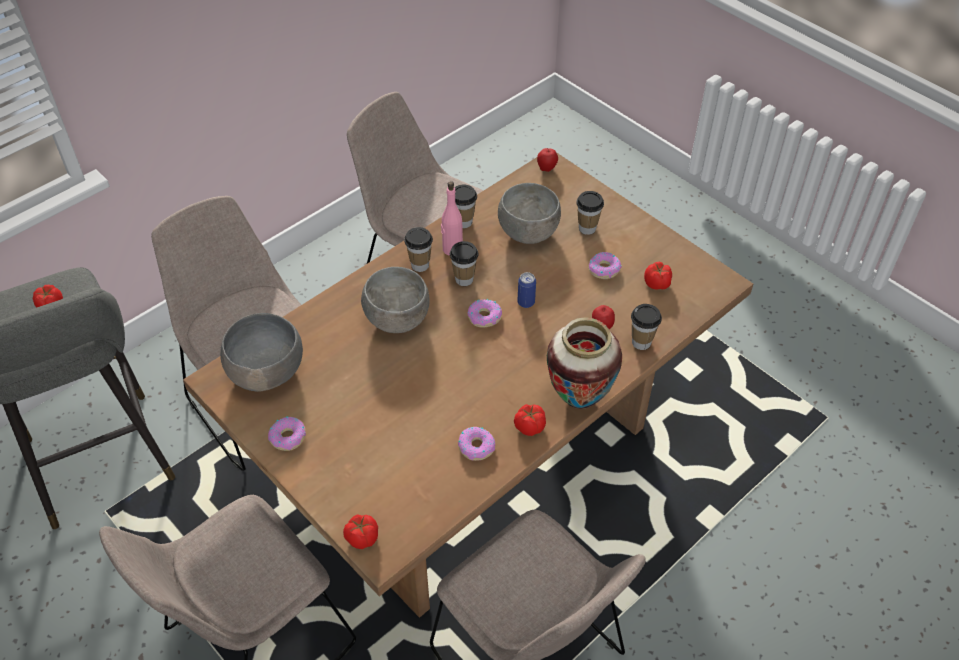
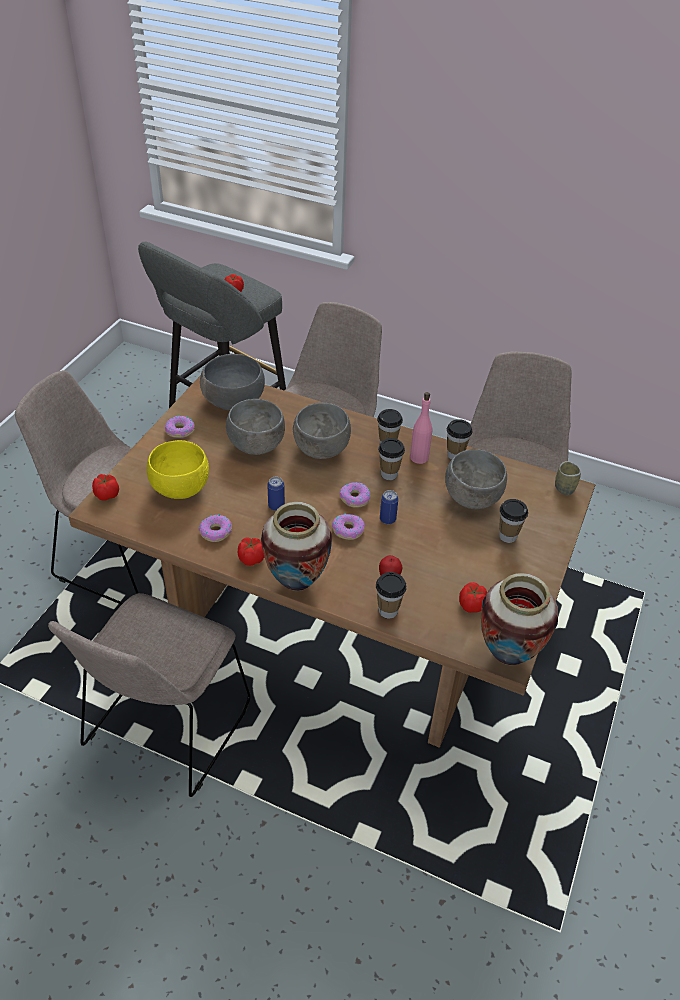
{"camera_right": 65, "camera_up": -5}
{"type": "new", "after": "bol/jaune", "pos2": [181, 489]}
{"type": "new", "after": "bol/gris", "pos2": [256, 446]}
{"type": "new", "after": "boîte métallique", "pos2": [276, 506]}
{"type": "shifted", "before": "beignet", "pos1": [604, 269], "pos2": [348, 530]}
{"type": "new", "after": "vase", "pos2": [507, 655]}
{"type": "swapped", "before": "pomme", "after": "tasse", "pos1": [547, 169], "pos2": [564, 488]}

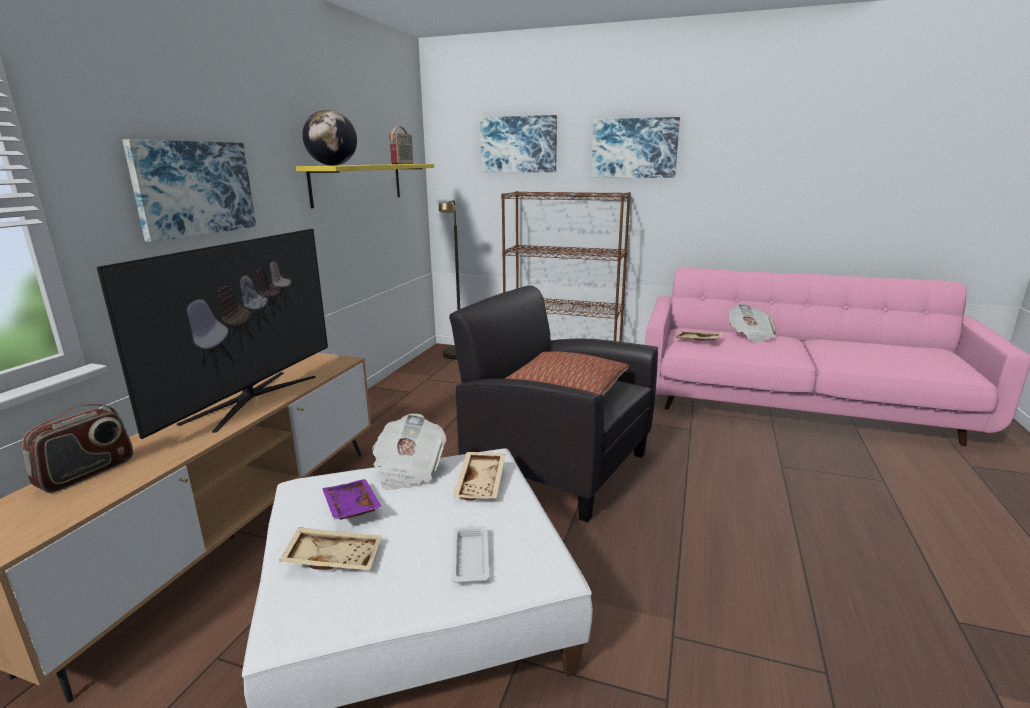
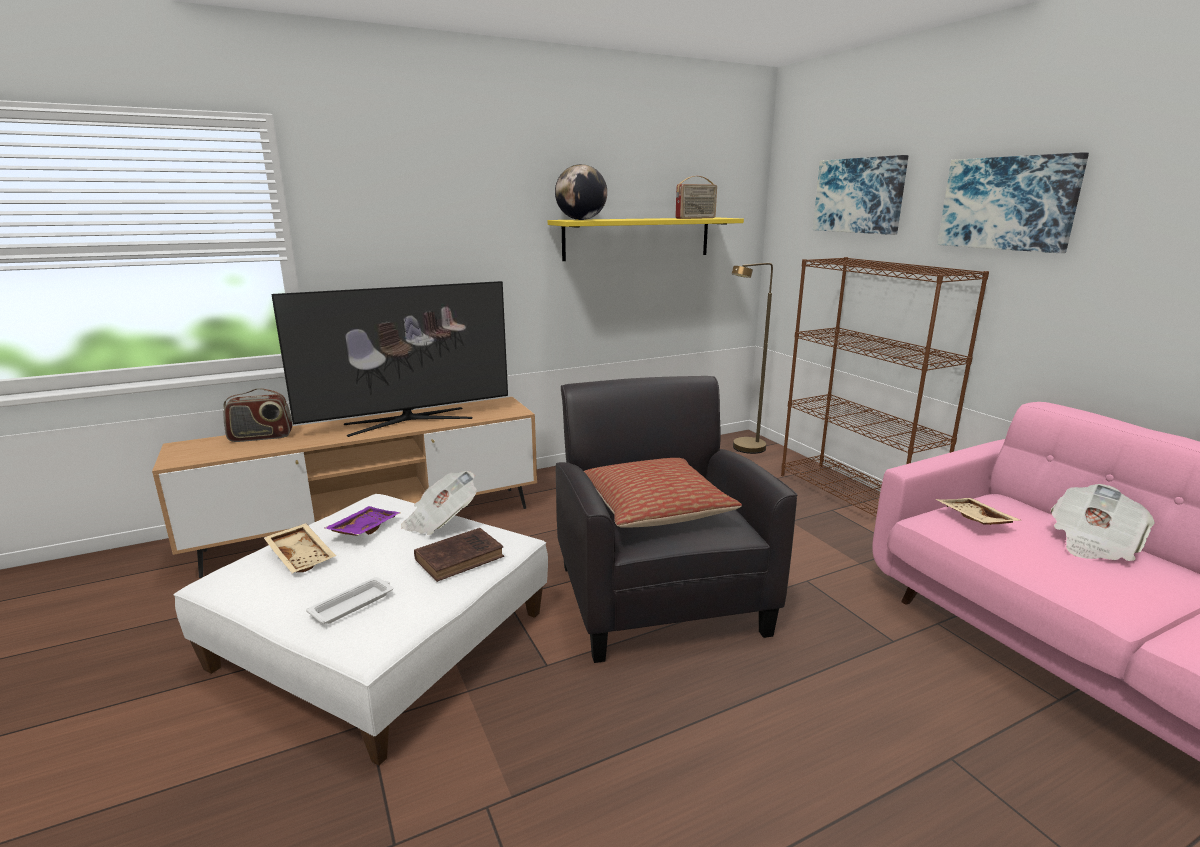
{"camera_right": 45, "camera_up": 0}
{"type": "swapped", "before": "plateau/beige", "after": "livre/marron", "pos1": [482, 483], "pos2": [461, 557]}
{"type": "gone", "before": "tableau", "pos1": [194, 188]}

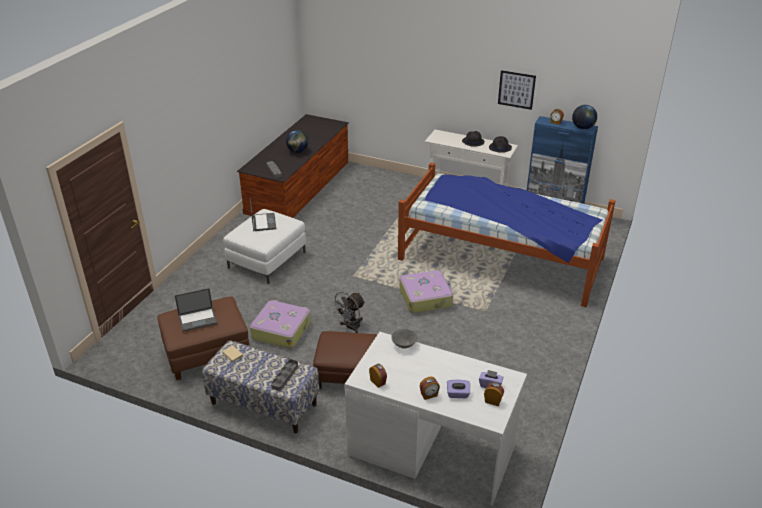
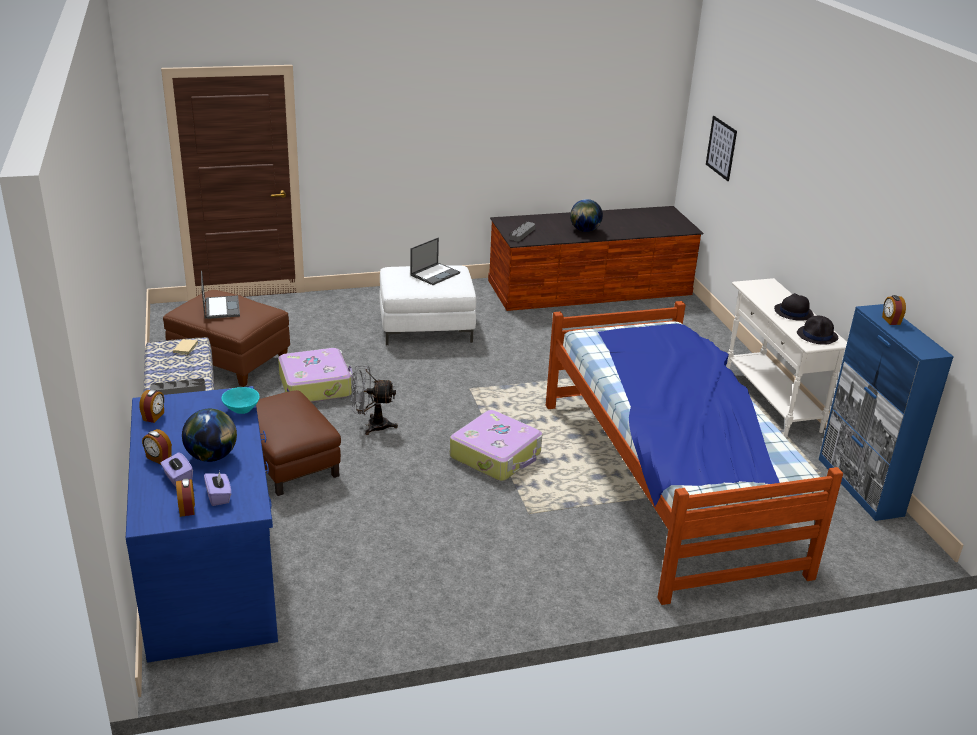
{"camera_right": 50, "camera_up": -5}
{"type": "repainted", "before": "bureau/blanc", "after": "bureau/bleu", "pos1": [431, 449], "pos2": [211, 571]}
{"type": "shifted", "before": "globe", "pos1": [582, 128], "pos2": [212, 456]}
{"type": "rotated", "before": "ordinateur portable", "pos1": [198, 319], "pos2": [221, 307], "turn": -135}
{"type": "repainted", "before": "bol/gris", "after": "bol/turquoise", "pos1": [404, 345], "pos2": [242, 410]}
{"type": "shifted", "before": "tableau", "pos1": [516, 89], "pos2": [721, 148]}

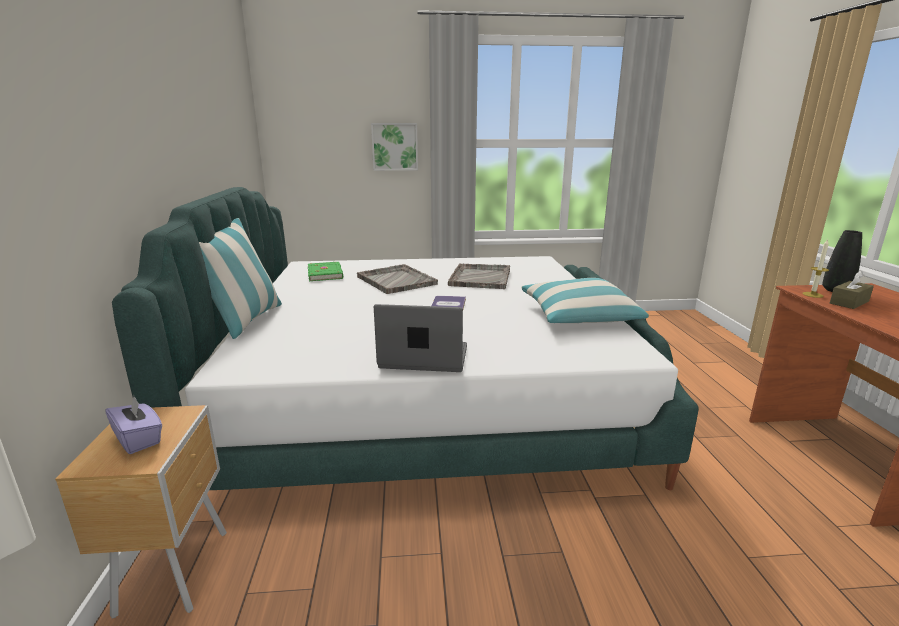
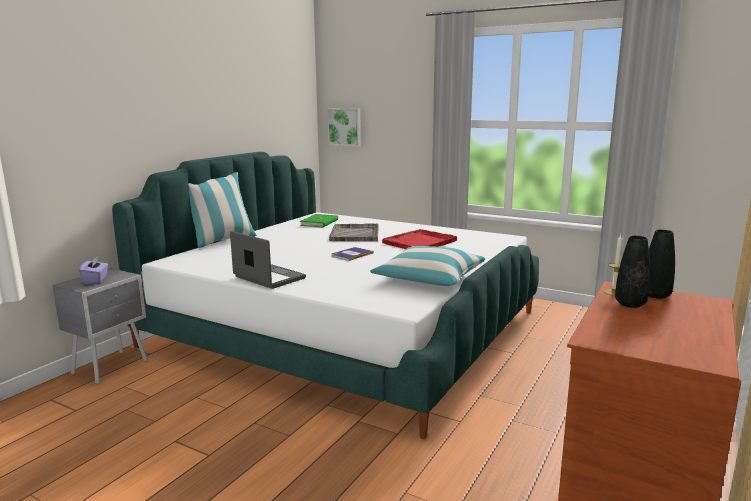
{"camera_right": 35, "camera_up": -5}
{"type": "repainted", "before": "table de chevet/marron", "after": "table de chevet/gris", "pos1": [177, 570], "pos2": [112, 367]}
{"type": "shifted", "before": "tableau", "pos1": [395, 146], "pos2": [345, 127]}
{"type": "repainted", "before": "plateau/gris", "after": "plateau/rouge", "pos1": [480, 277], "pos2": [420, 242]}
{"type": "swapped", "before": "boîte à mouchoirs/marron", "after": "vase/noir", "pos1": [849, 302], "pos2": [630, 304]}

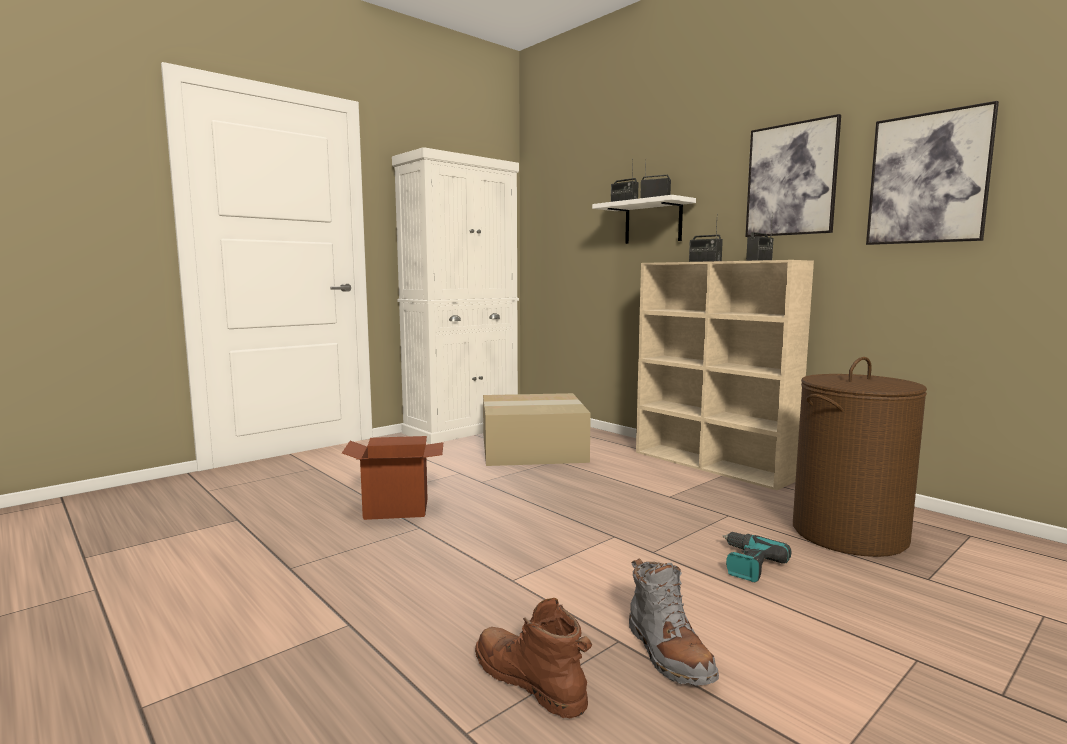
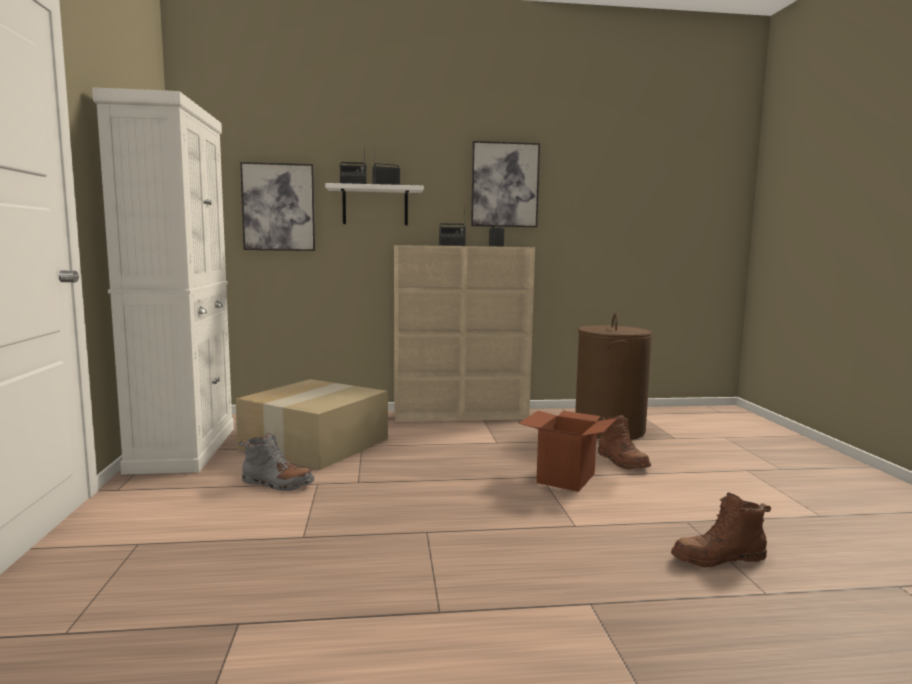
{"camera_right": -55, "camera_up": 0}
{"type": "shifted", "before": "botte/gris", "pos1": [668, 653], "pos2": [277, 484]}
{"type": "shifted", "before": "tableau", "pos1": [928, 178], "pos2": [278, 207]}
{"type": "shifted", "before": "carton", "pos1": [397, 509], "pos2": [566, 478]}
{"type": "swapped", "before": "perceuse", "after": "botte/marron", "pos1": [747, 564], "pos2": [622, 462]}

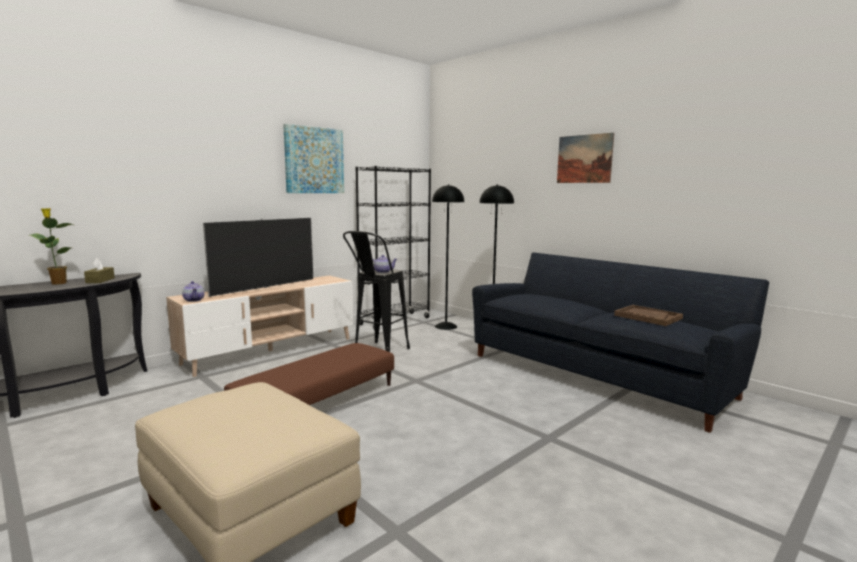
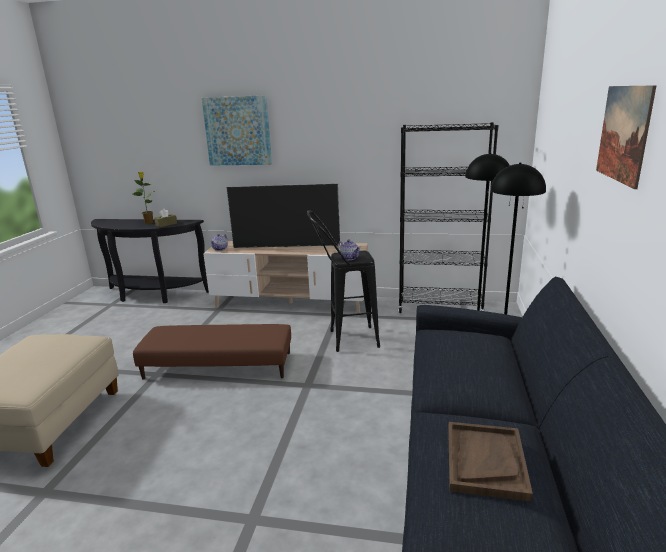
{"camera_right": 55, "camera_up": 10}
{"type": "shifted", "before": "tableau", "pos1": [314, 160], "pos2": [238, 131]}

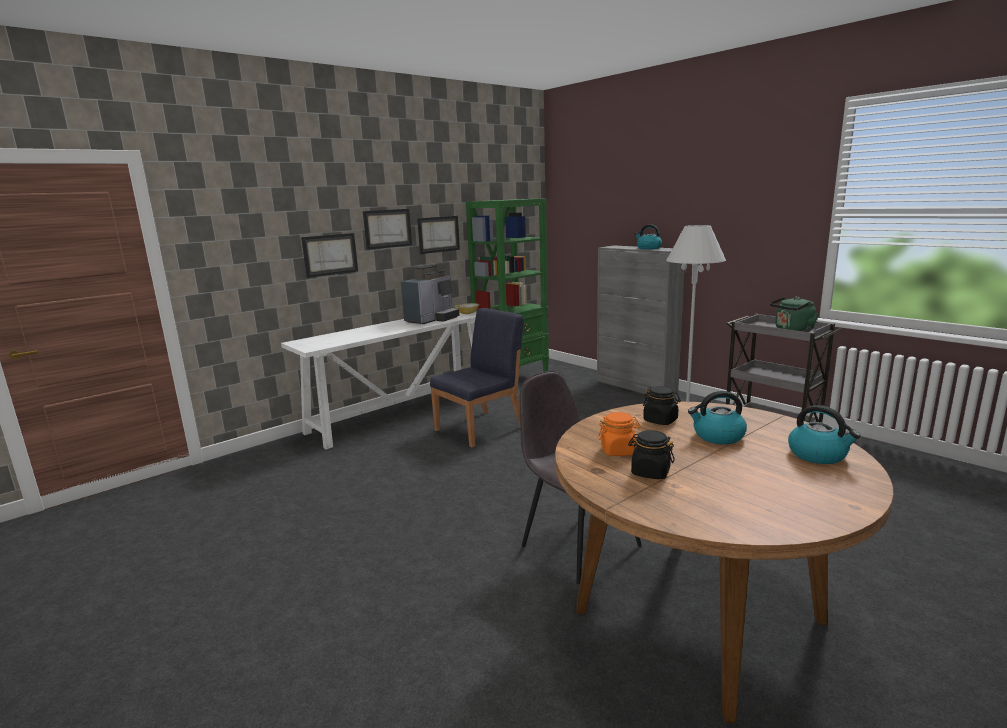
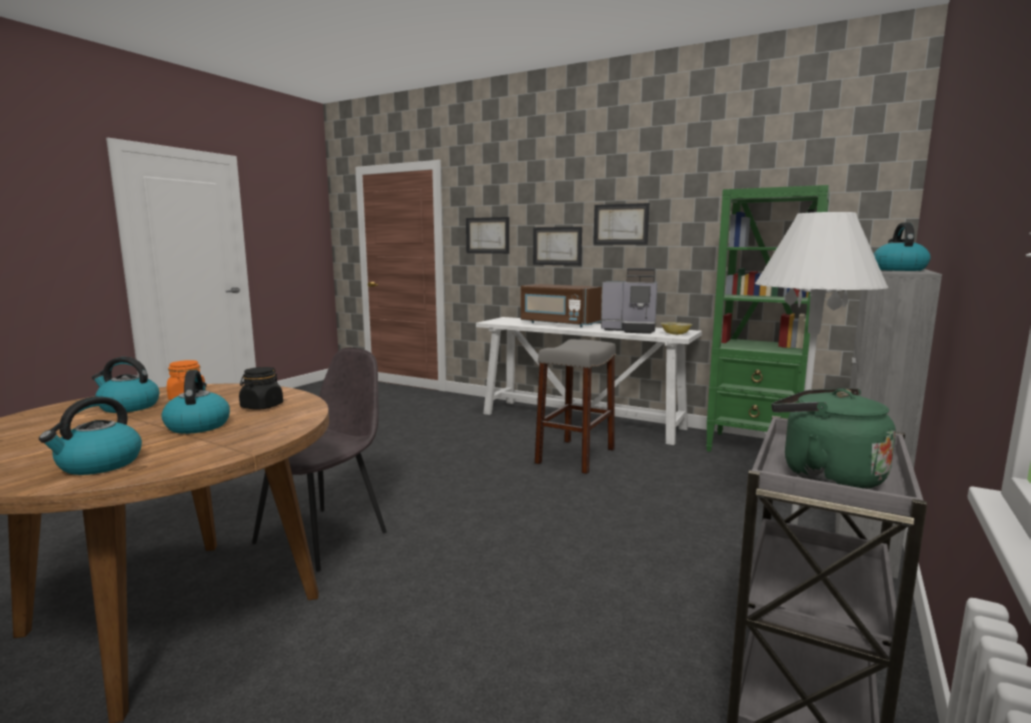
{"camera_right": 70, "camera_up": -5}
{"type": "swapped", "before": "bocal/noir", "after": "bouilloire", "pos1": [650, 472], "pos2": [128, 407]}
{"type": "shifted", "before": "tableau", "pos1": [438, 234], "pos2": [487, 235]}
{"type": "new", "after": "micro-ondes/marron", "pos2": [558, 324]}
{"type": "swapped", "before": "chaise/bleu", "after": "tabouret/gris", "pos1": [481, 428], "pos2": [575, 456]}

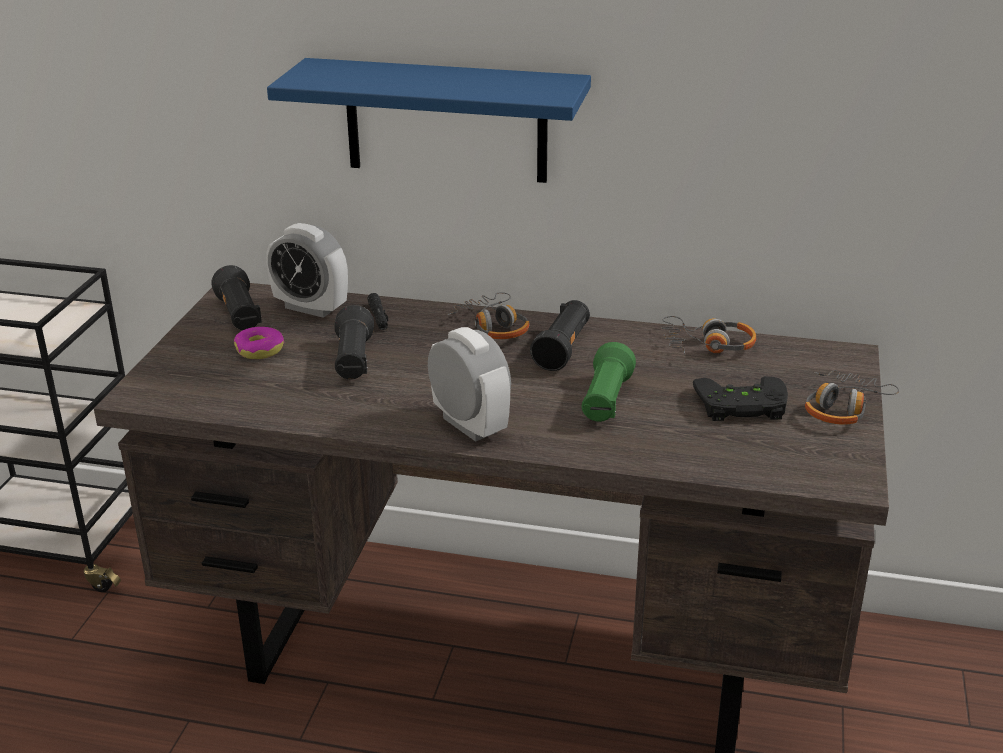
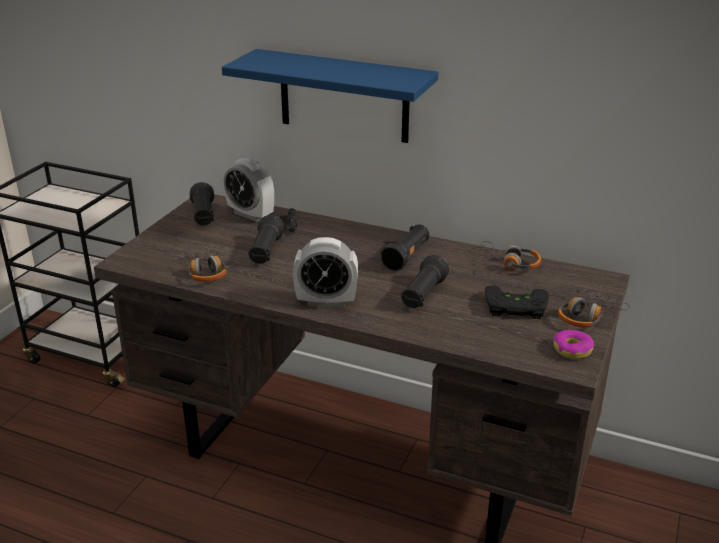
{"camera_right": 10, "camera_up": 0}
{"type": "shifted", "before": "casque audio", "pos1": [494, 326], "pos2": [206, 270]}
{"type": "rotated", "before": "réveil", "pos1": [469, 425], "pos2": [326, 301], "turn": 120}
{"type": "repainted", "before": "lampe de poche/vert", "after": "lampe de poche/noir", "pos1": [605, 401], "pos2": [423, 295]}
{"type": "shifted", "before": "beignet", "pos1": [260, 350], "pos2": [572, 349]}

